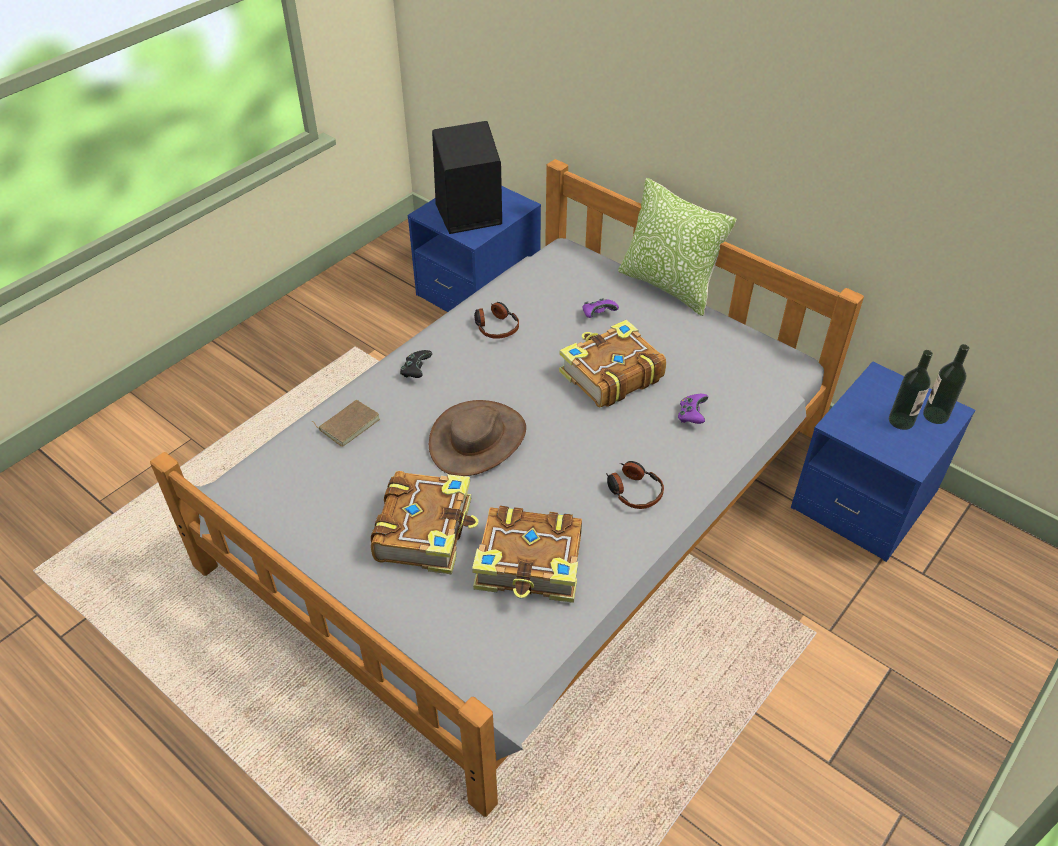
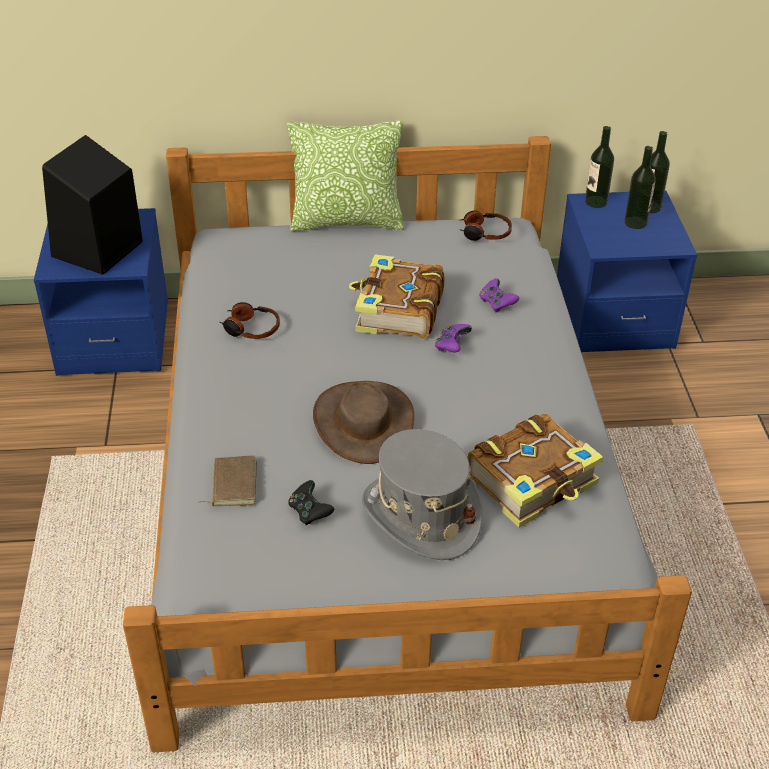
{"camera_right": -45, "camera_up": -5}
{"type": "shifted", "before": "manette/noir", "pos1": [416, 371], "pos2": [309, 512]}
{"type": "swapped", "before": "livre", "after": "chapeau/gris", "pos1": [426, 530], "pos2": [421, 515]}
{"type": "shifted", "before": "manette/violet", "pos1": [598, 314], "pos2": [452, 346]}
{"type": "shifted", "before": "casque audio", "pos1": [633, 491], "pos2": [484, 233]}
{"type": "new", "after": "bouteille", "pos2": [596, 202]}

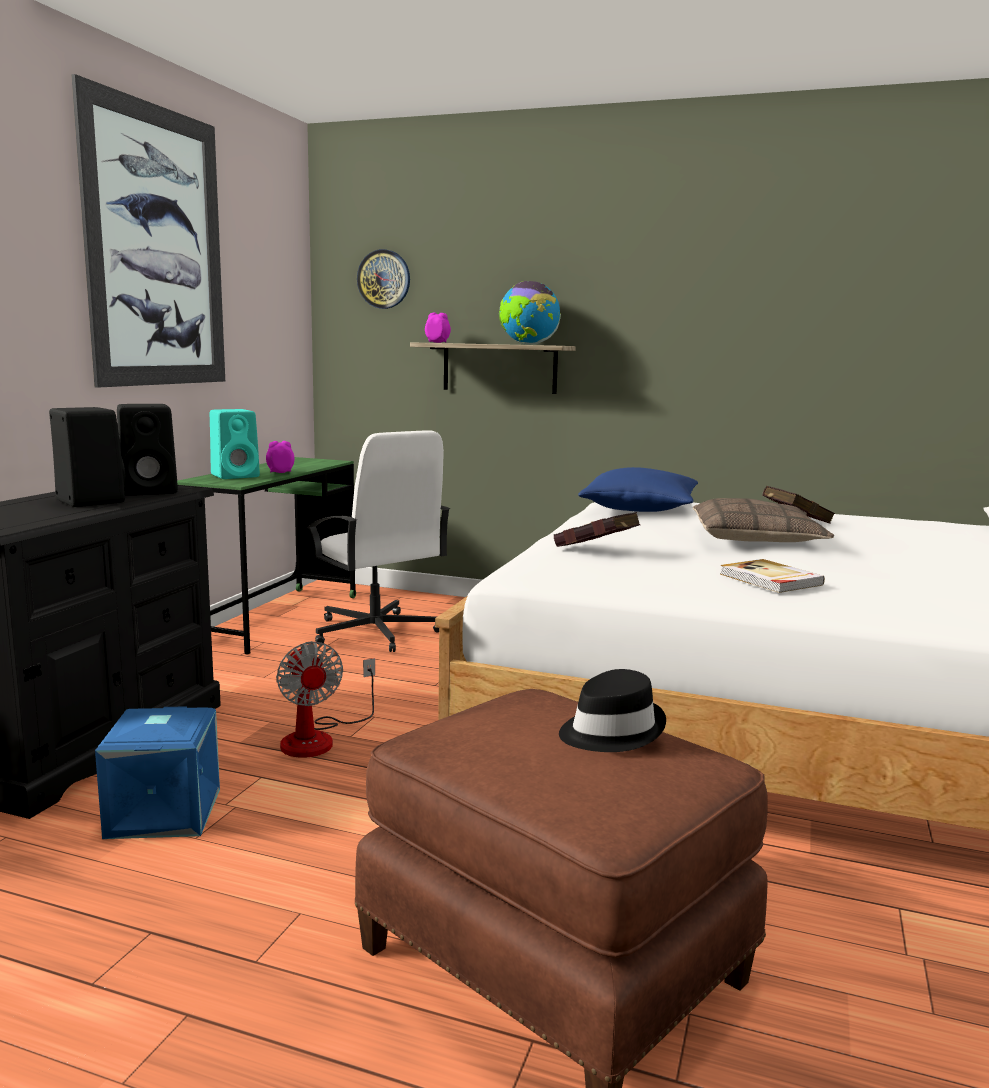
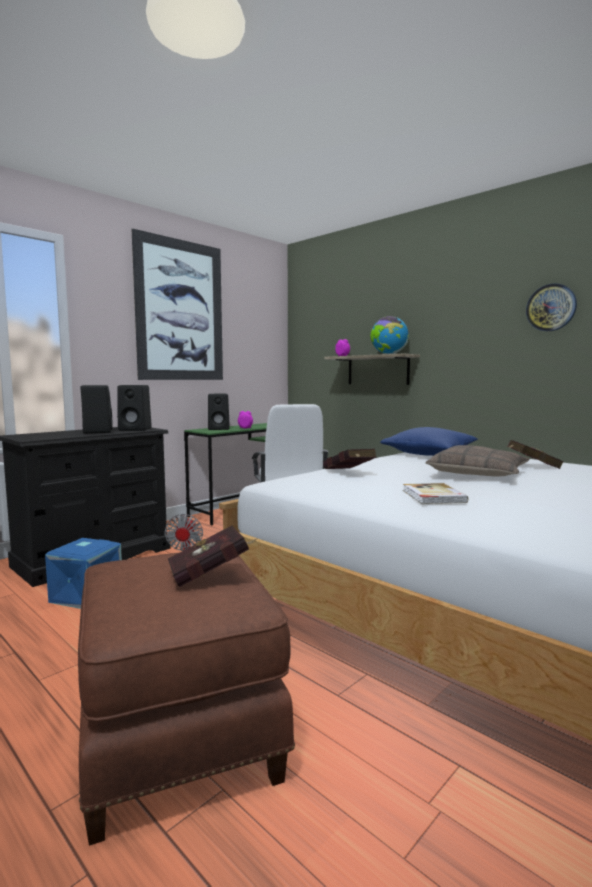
{"camera_right": 25, "camera_up": -5}
{"type": "swapped", "before": "chapeau/noir", "after": "livre/rouge", "pos1": [610, 731], "pos2": [212, 575]}
{"type": "repainted", "before": "enceinte/turquoise", "after": "enceinte/noir", "pos1": [236, 476], "pos2": [219, 429]}
{"type": "shifted", "before": "horloge murale", "pos1": [384, 279], "pos2": [551, 307]}

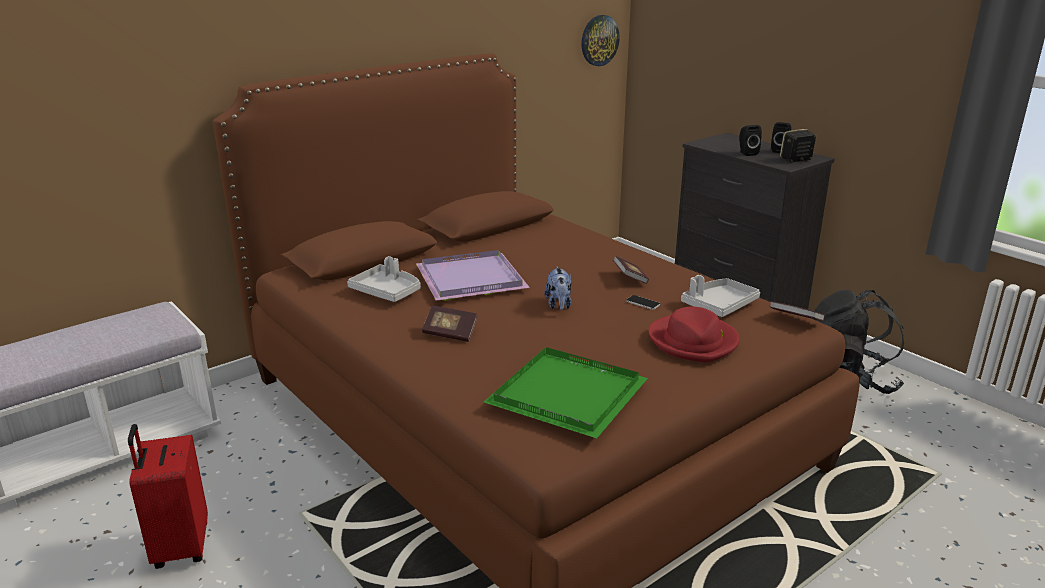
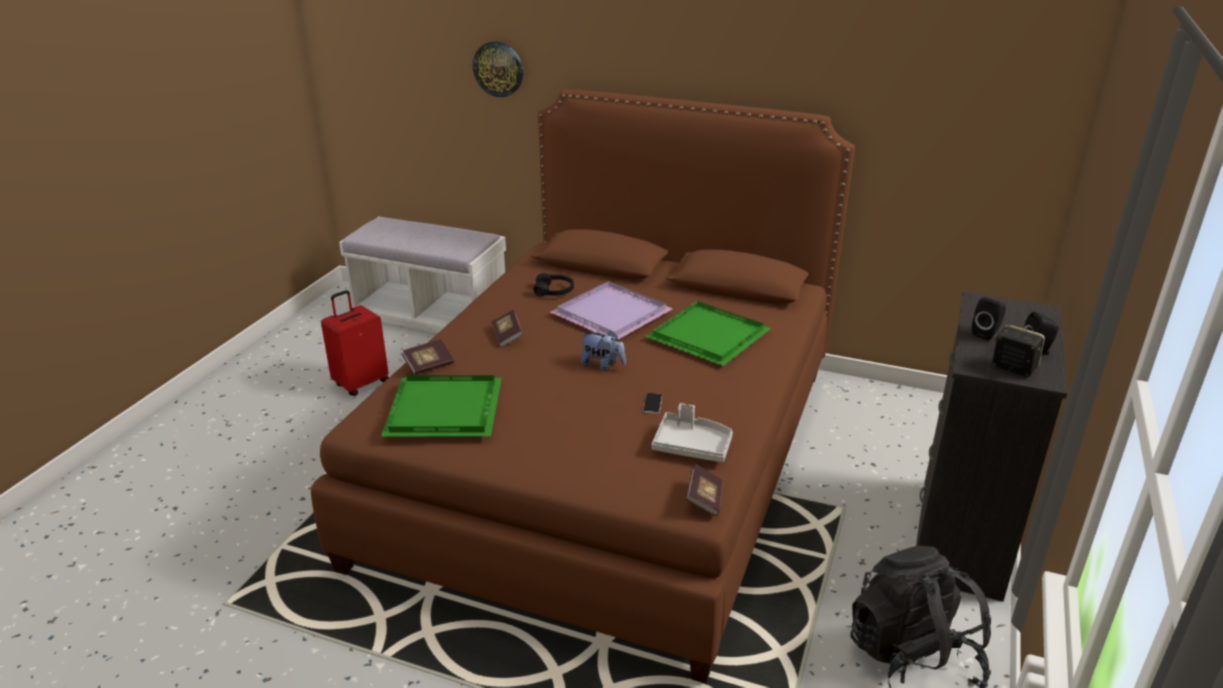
{"camera_right": 60, "camera_up": 5}
{"type": "shifted", "before": "livre", "pos1": [630, 278], "pos2": [429, 365]}
{"type": "shifted", "before": "horloge murale", "pos1": [599, 40], "pos2": [498, 69]}
{"type": "swapped", "before": "plateau/gris", "after": "casque audio/noir", "pos1": [387, 291], "pos2": [554, 291]}
{"type": "rotated", "before": "peluche", "pos1": [559, 305], "pos2": [603, 365], "turn": -120}
{"type": "new", "after": "plateau/vert", "pos2": [708, 337]}
{"type": "gone", "before": "chapeau/rouge", "pos1": [693, 341]}

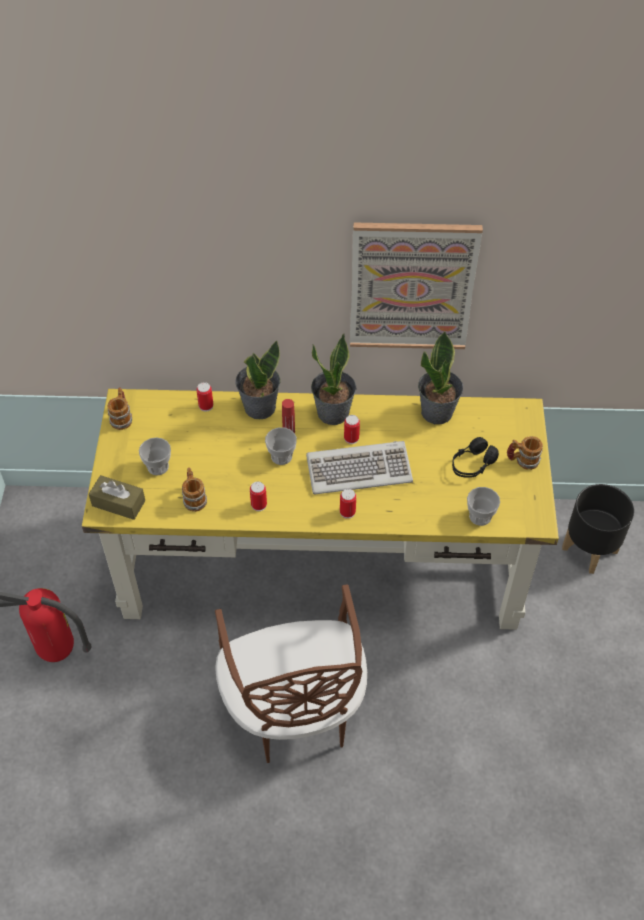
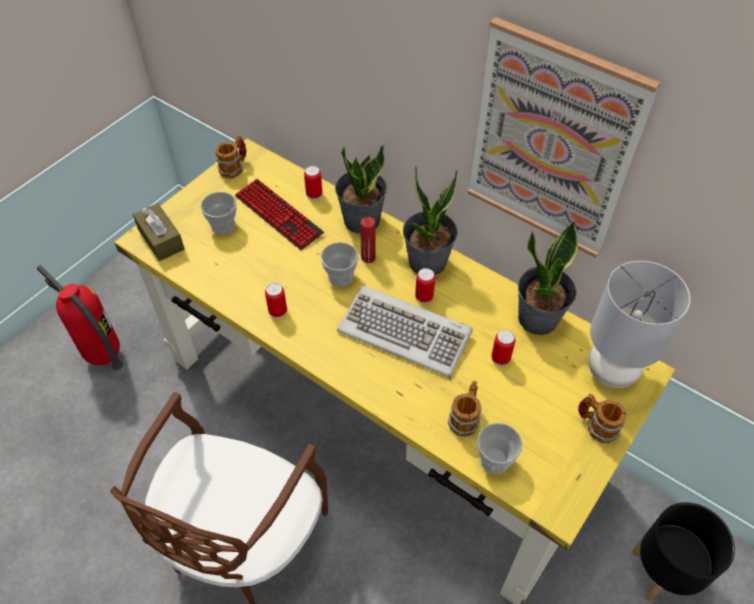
{"camera_right": 35, "camera_up": 0}
{"type": "new", "after": "clavier", "pos2": [278, 215]}
{"type": "shifted", "before": "mug", "pos1": [194, 498], "pos2": [465, 417]}
{"type": "shifted", "before": "boîte métallique", "pos1": [347, 512], "pos2": [500, 358]}
{"type": "new", "after": "lampe de table/gris", "pos2": [611, 371]}
{"type": "gone", "before": "casque audio/noir", "pos1": [472, 465]}

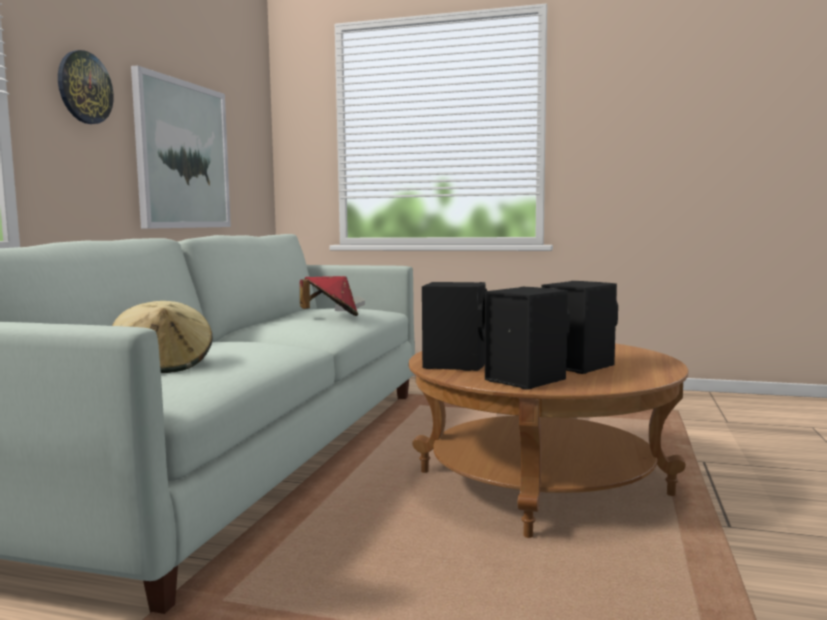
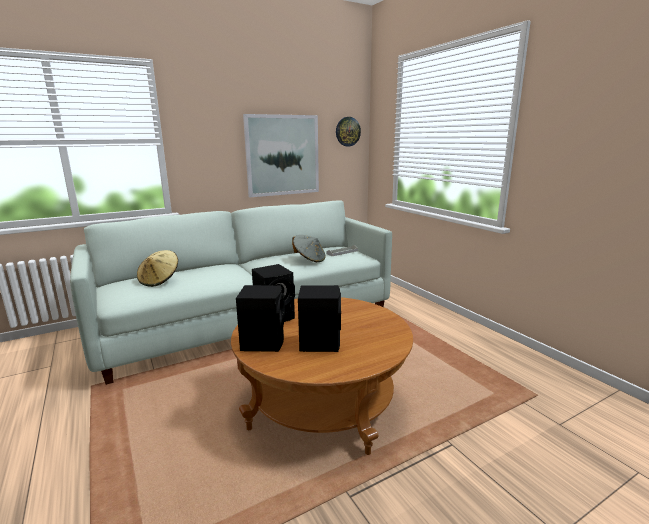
{"camera_right": 45, "camera_up": 10}
{"type": "repainted", "before": "chapeau/rouge", "after": "chapeau/gris", "pos1": [331, 317], "pos2": [309, 259]}
{"type": "shifted", "before": "horloge murale", "pos1": [84, 87], "pos2": [347, 131]}

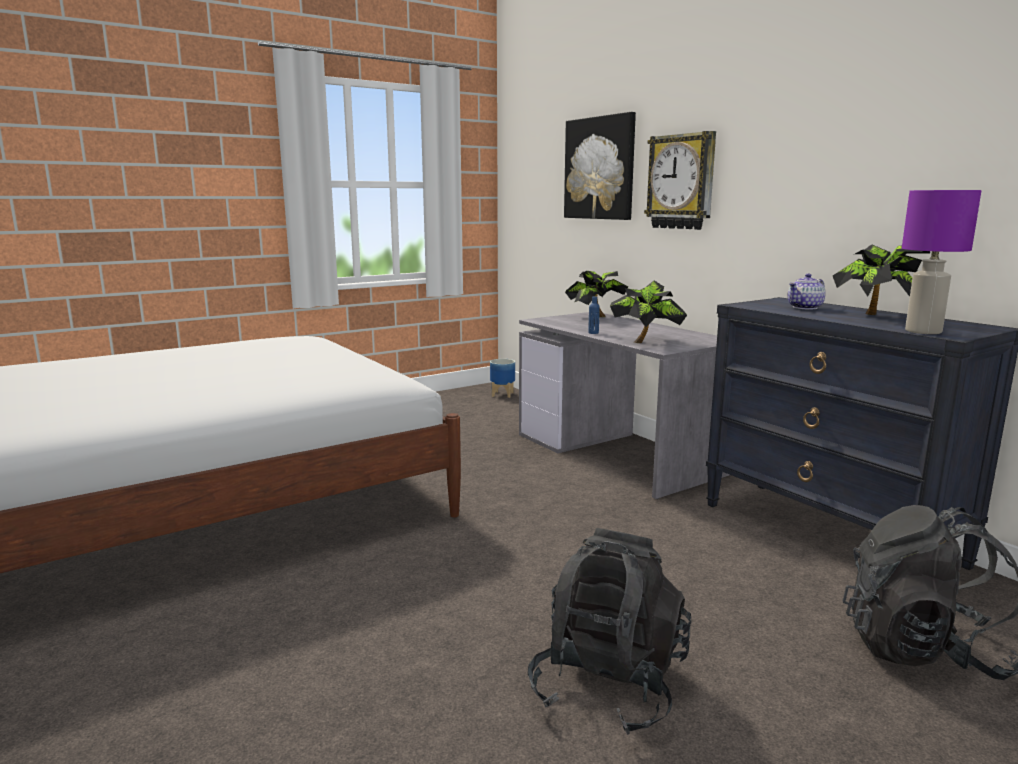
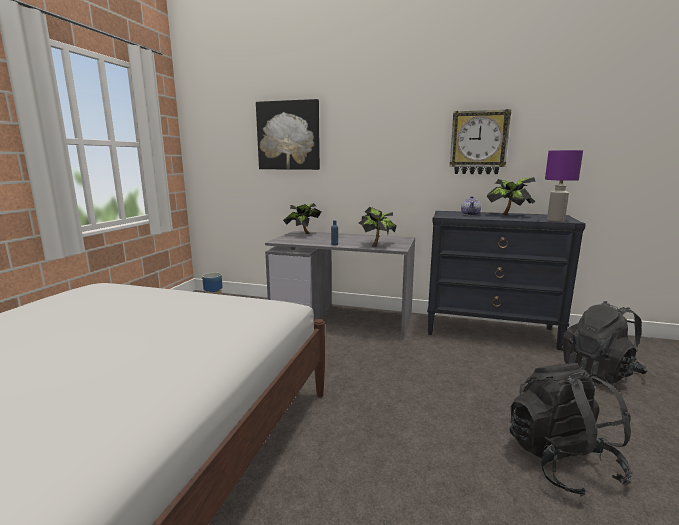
{"camera_right": -40, "camera_up": 0}
{"type": "shifted", "before": "horloge murale", "pos1": [681, 182], "pos2": [478, 143]}

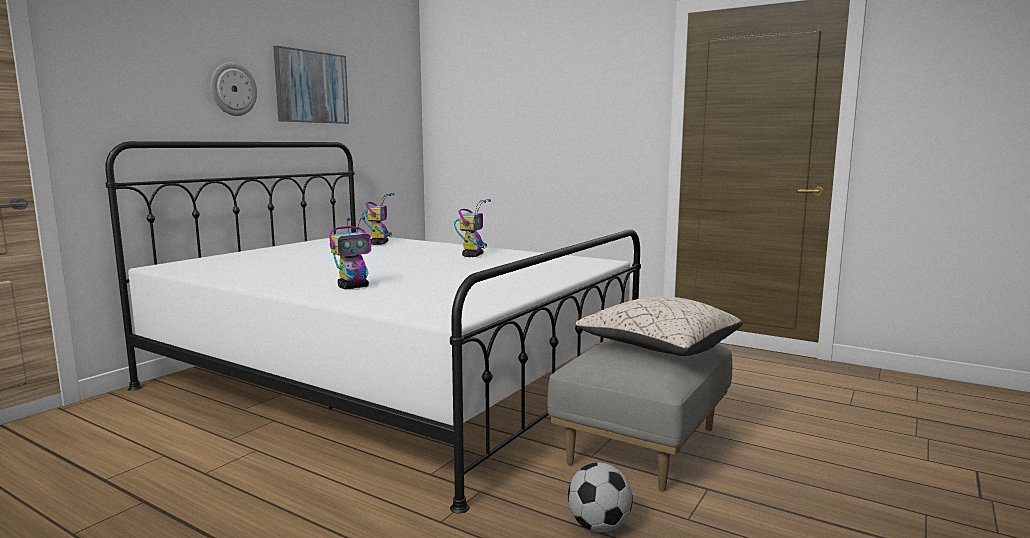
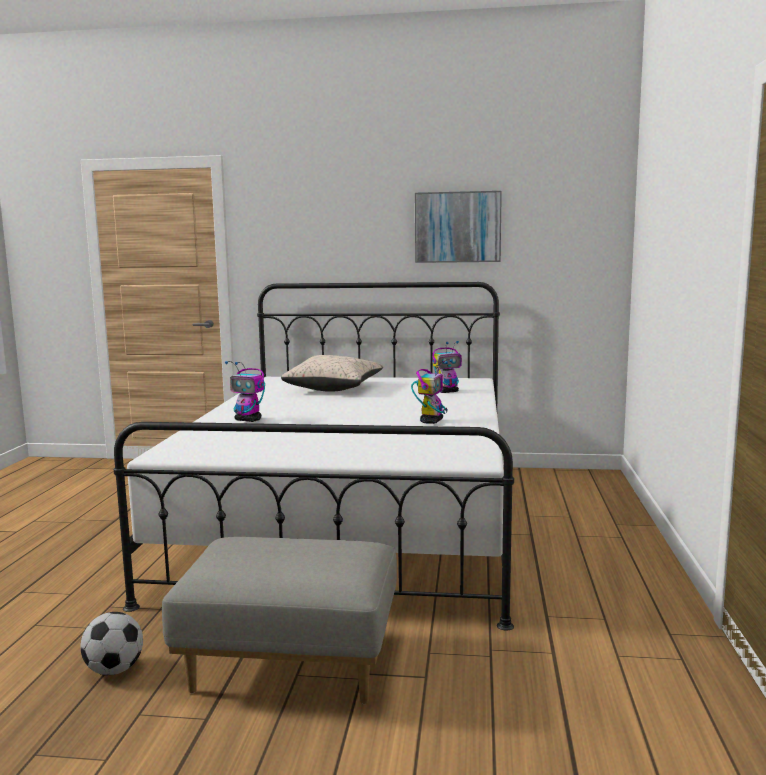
{"camera_right": 65, "camera_up": 0}
{"type": "shifted", "before": "coussin/beige", "pos1": [658, 347], "pos2": [334, 388]}
{"type": "rotated", "before": "robot jouet", "pos1": [473, 255], "pos2": [431, 421], "turn": -60}
{"type": "gone", "before": "horloge murale", "pos1": [233, 89]}

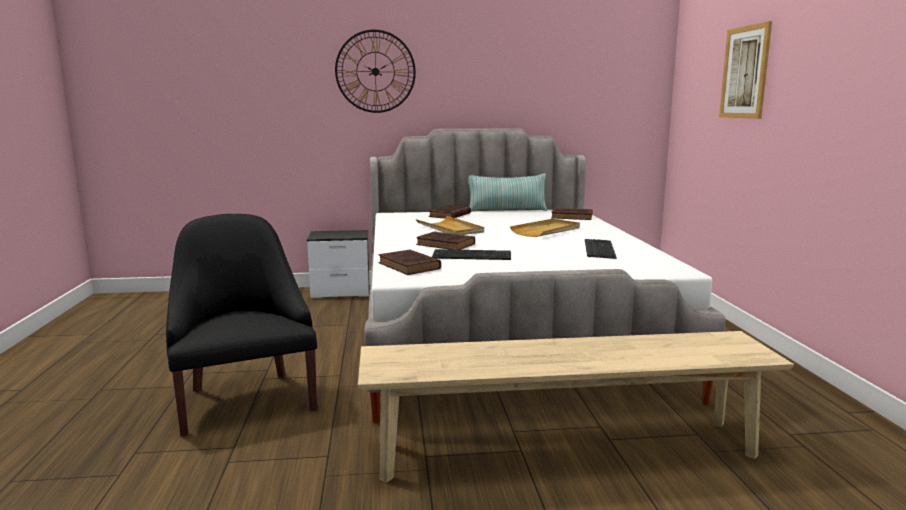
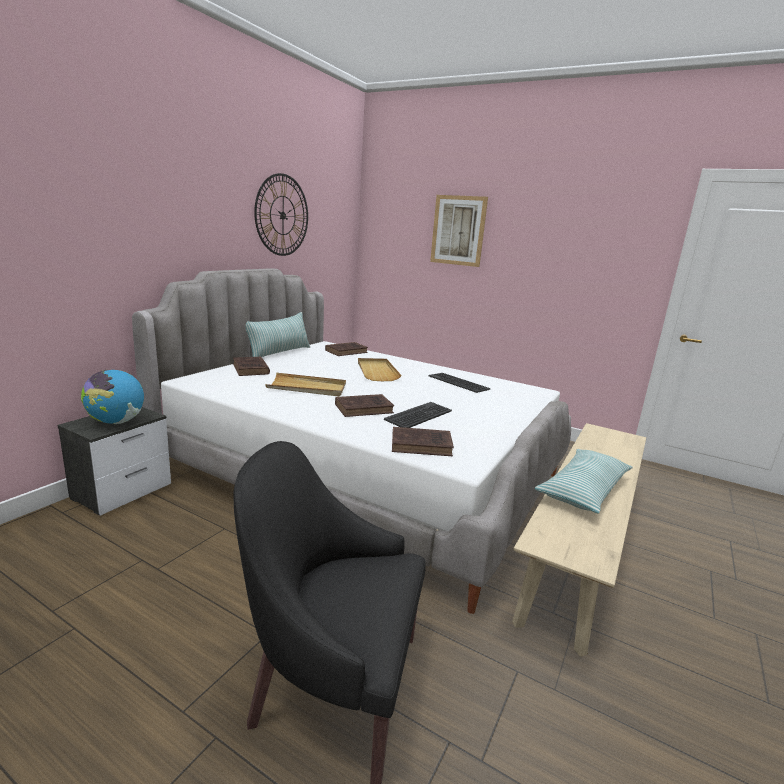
{"camera_right": -55, "camera_up": 5}
{"type": "new", "after": "globe", "pos2": [116, 422]}
{"type": "shifted", "before": "horloge murale", "pos1": [375, 71], "pos2": [282, 215]}
{"type": "new", "after": "coussin", "pos2": [583, 490]}

